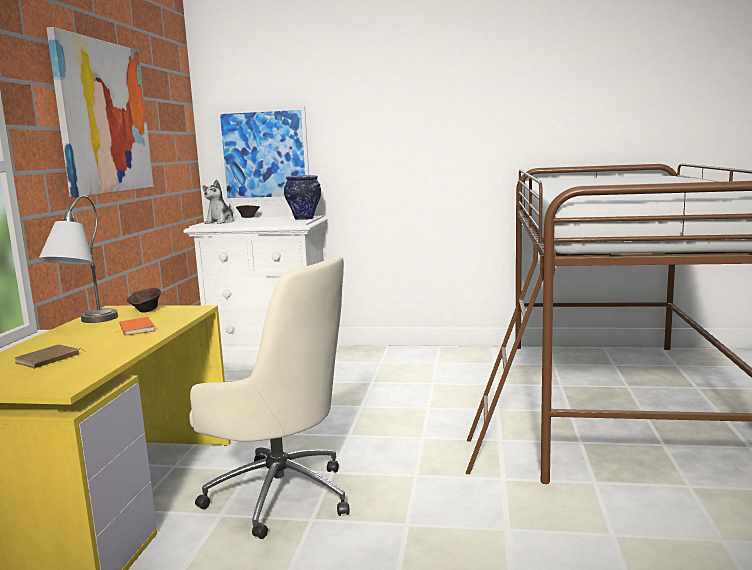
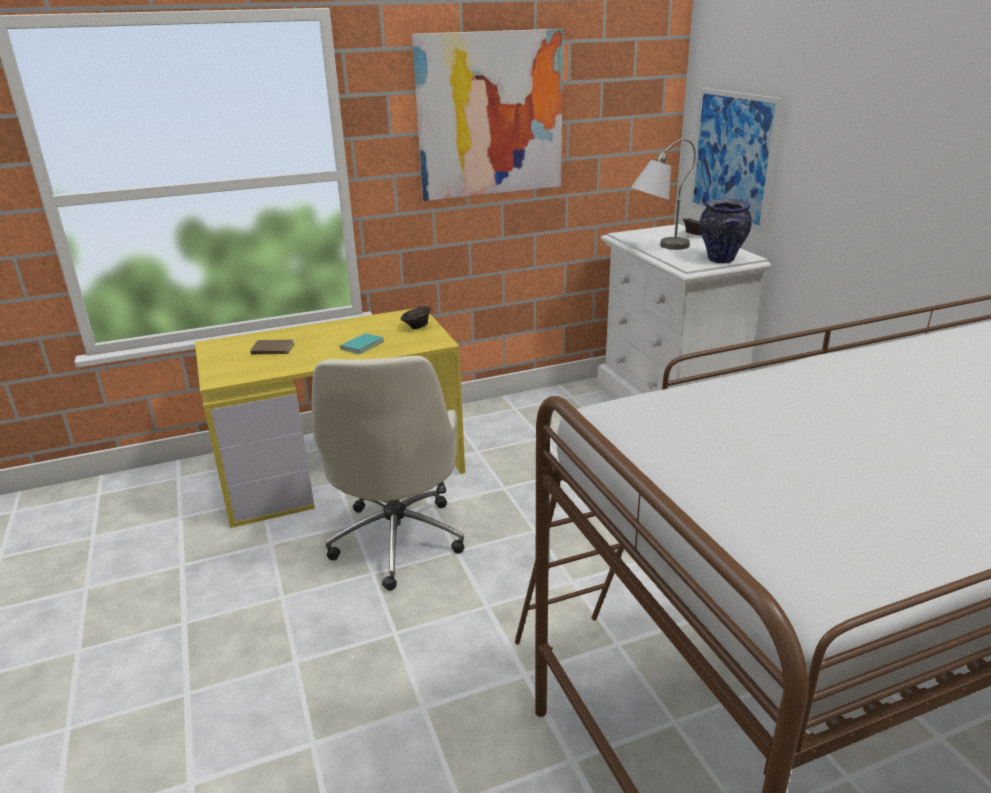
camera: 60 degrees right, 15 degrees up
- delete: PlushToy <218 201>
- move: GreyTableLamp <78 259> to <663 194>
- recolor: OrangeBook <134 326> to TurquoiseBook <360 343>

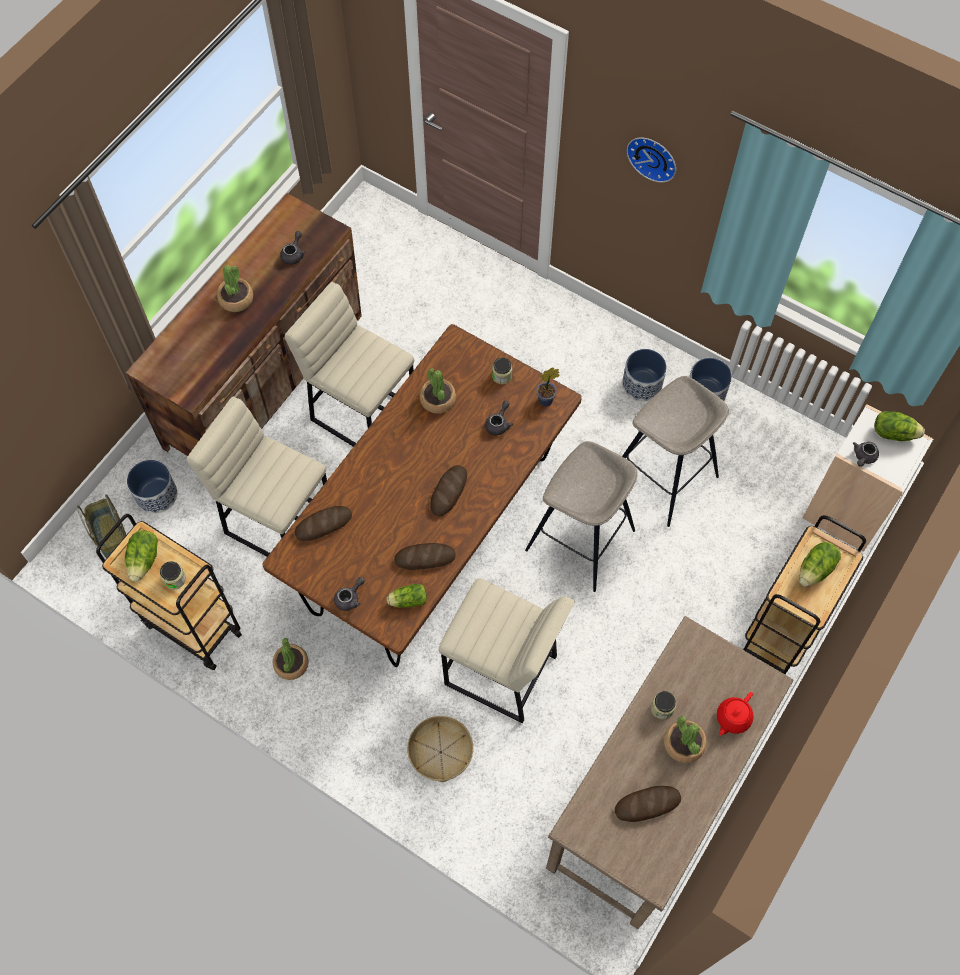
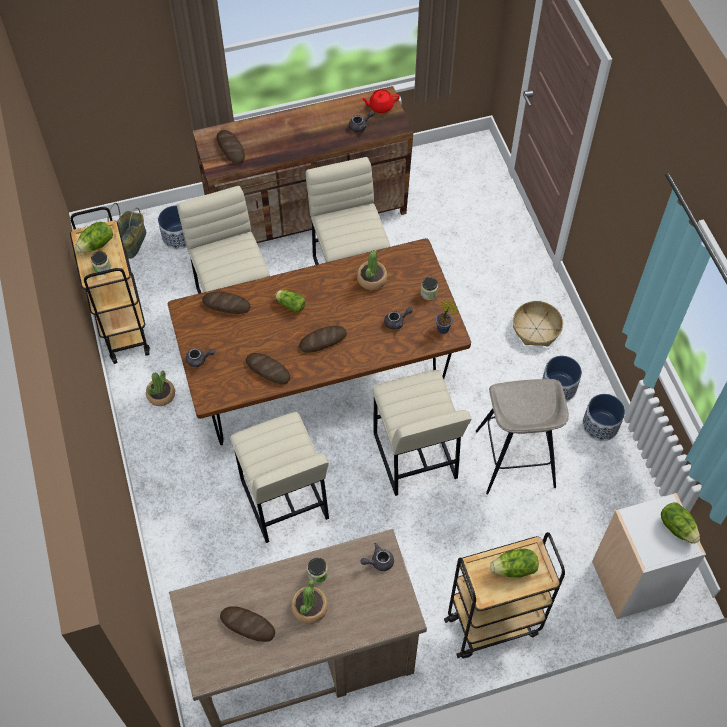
camera: 40 degrees right, 5 degrees down
- delete: PottedPlant <235 288>
- delete: WallClock <651 160>
- insert: Bread <231 147>
- move: Lettuce <407 596> to <290 301>
- move: Basket <440 749> to <538 323>
- move: RedTeapot <735 714> to <380 101>
- move: GreyTeapot <866 454> to <377 557>
- replace: GreyStool <581 516> to BeigeChair <422 433>

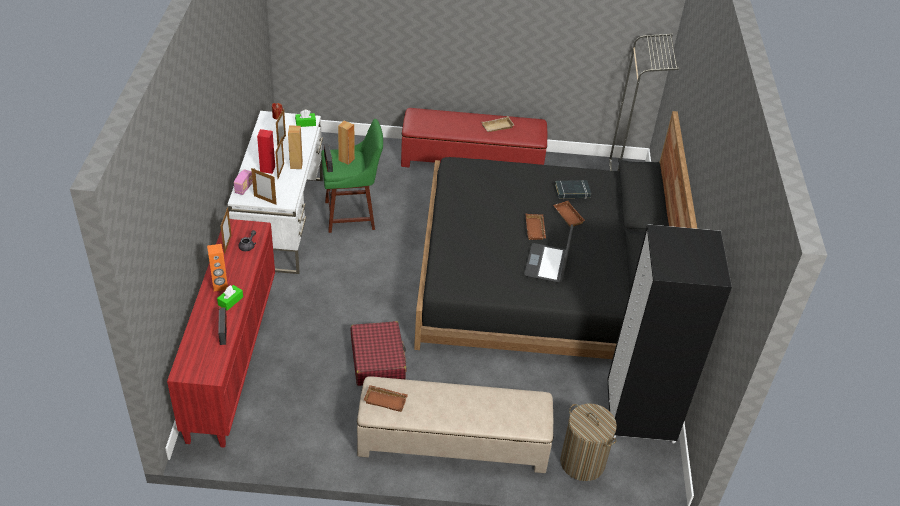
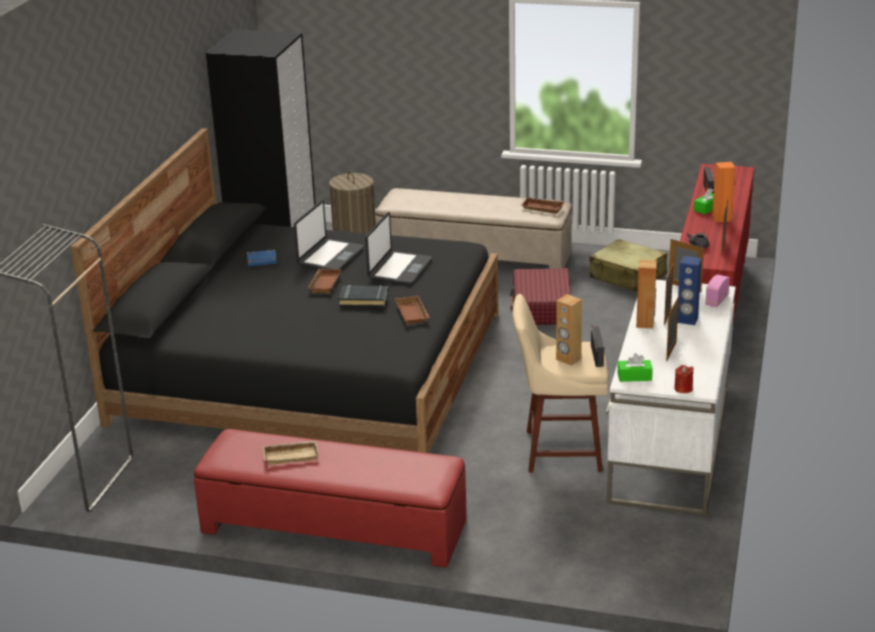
camera: 165 degrees left, 15 degrees down
- insert: BlueBook <262 258>
- insert: Laptop <398 248>
- insert: BeigeSuitcase <628 265>
- move: BrownTray <569 214> to <412 310>
- move: BlackBook <573 189> to <363 296>
- recolor: RedSpeaker <266 151> to BlueSpeaker <689 290>
- recolor: GreenStool <352 176> to BeigeStool <560 383>

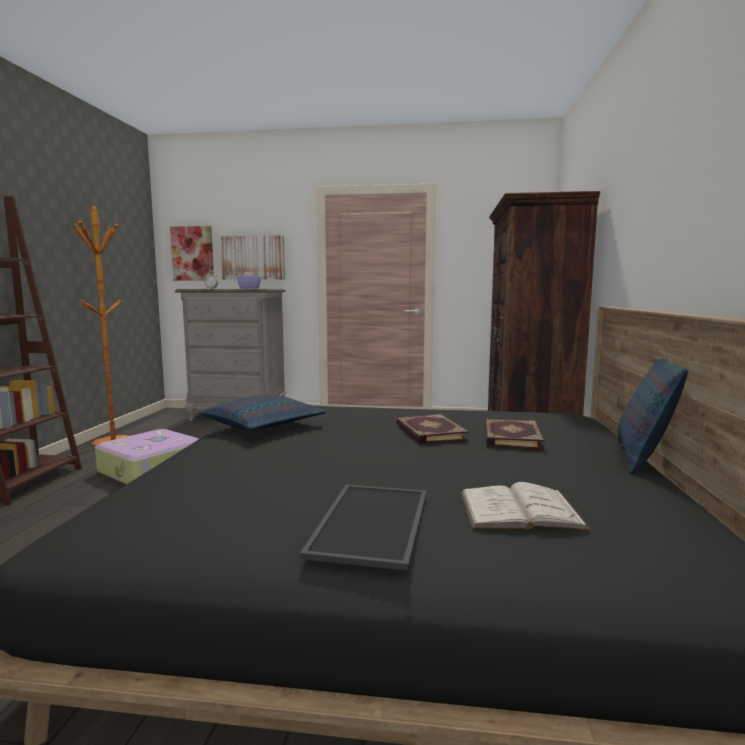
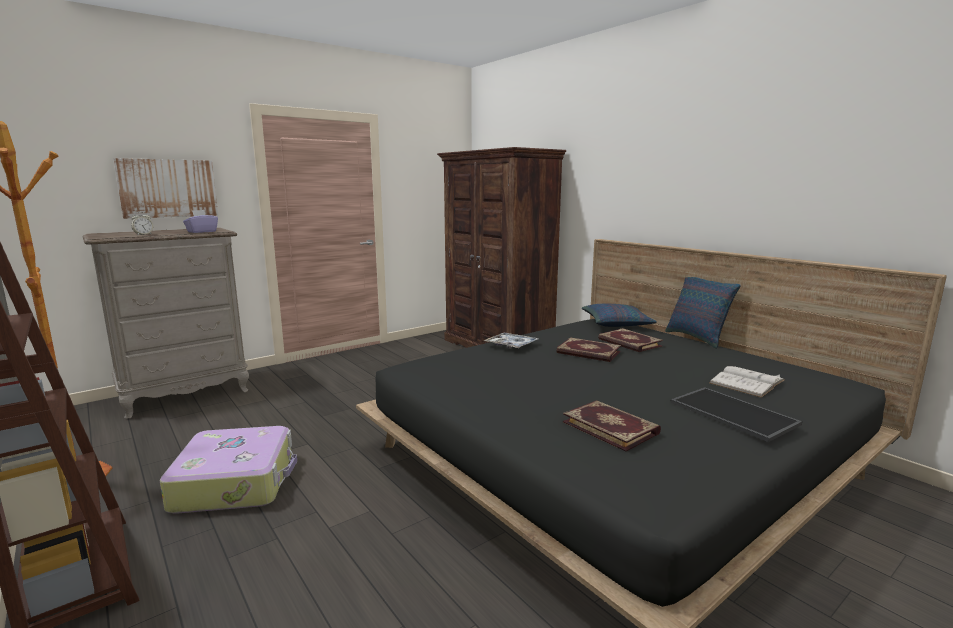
camera: 45 degrees left, 5 degrees up
- delete: Picture <192 253>
- insert: Tray <510 341>
- insert: Book <612 426>
- move: BluePillow <263 412> to <619 315>

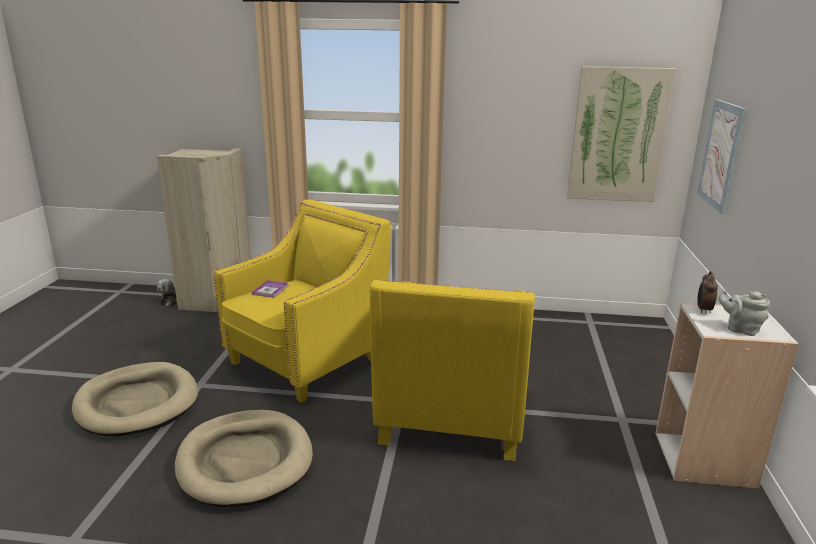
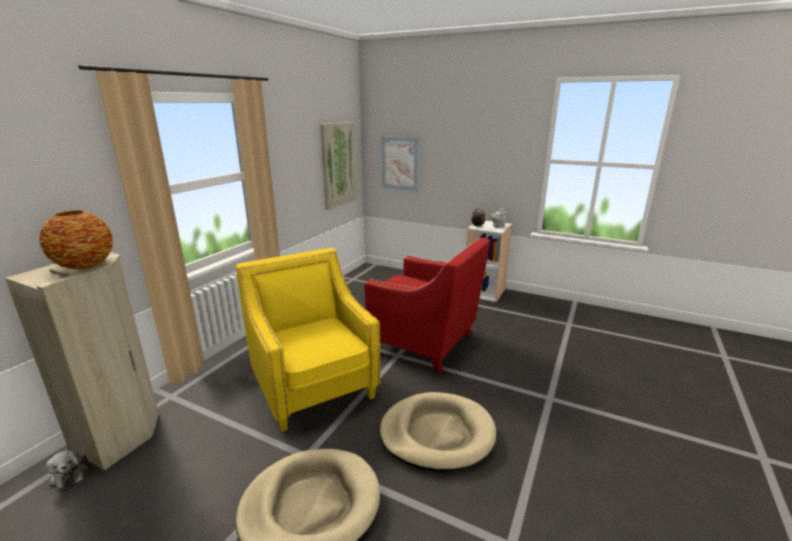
camera: 70 degrees left, 0 degrees up
- delete: Book <270 289>
- insert: Vase <76 240>
- recolor: YellowArmchair <452 370> to RedArmchair <427 305>

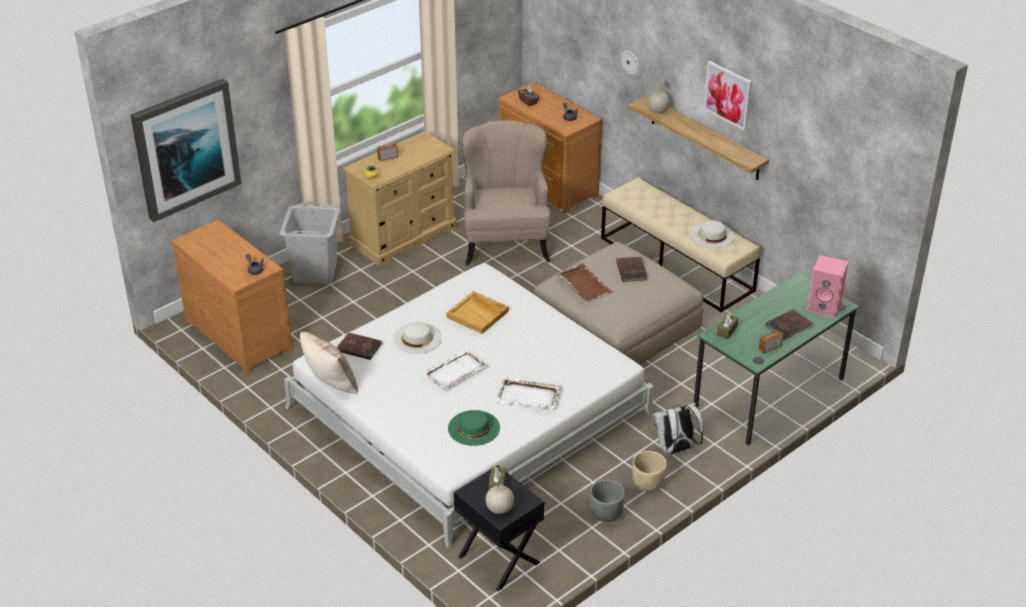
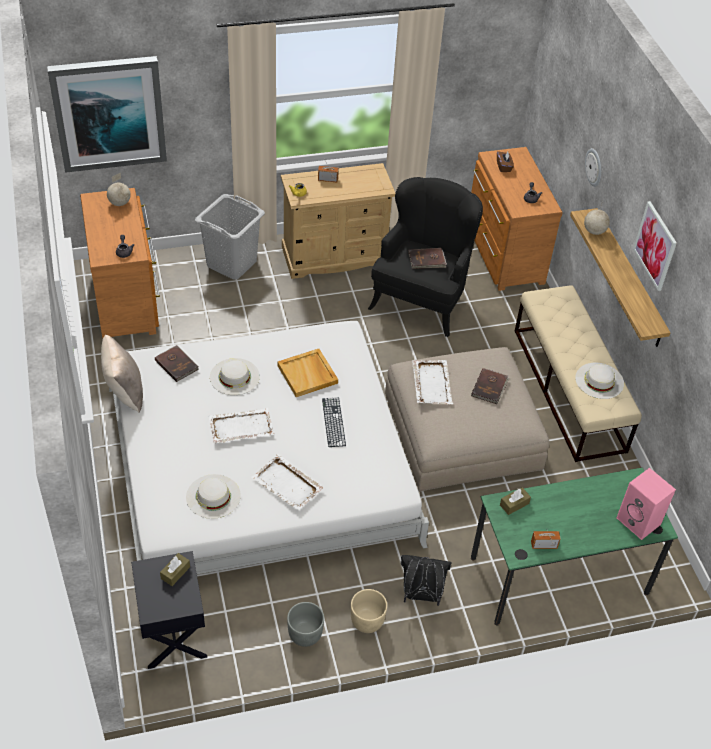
camera: 25 degrees right, 10 degrees up
- insert: Keyboard <334 422>
- move: Globe <499 494> to <119 189>
- move: BrownBook <789 324> to <427 258>
- recolor: GreenHat <474 428> to WhiteHat <213 496>
- recolor: BeigeArmchair <505 193> to BlackArmchair <425 257>
- recolor: BrownTray <584 282> to WhiteTray <432 382>
- recolor: WhiteBackpack <678 429> to BlackBackpack <426 580>

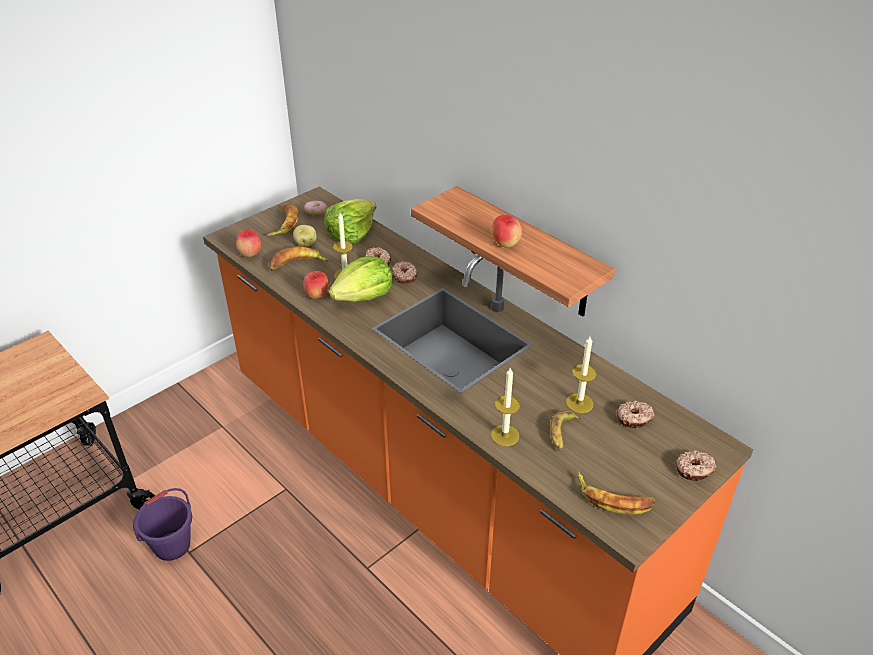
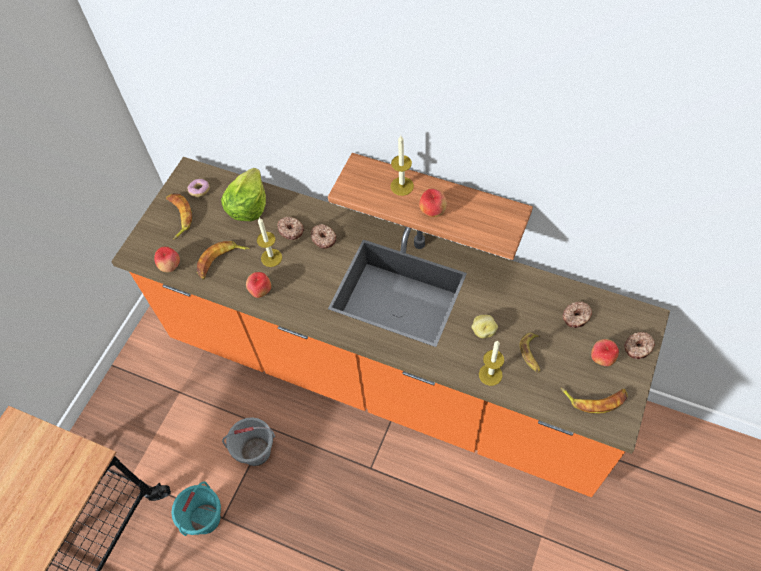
camera: 20 degrees left, 20 degrees up
- delete: Lettuce <361 279>
- insert: GreyBucket <248 441>
- insert: Apple <605 352>
- move: Potato <305 236> to <485 326>
- move: Candle <581 374> to <402 165>
- recolor: PurpleBucket <162 524> to TurquoiseBucket <196 508>

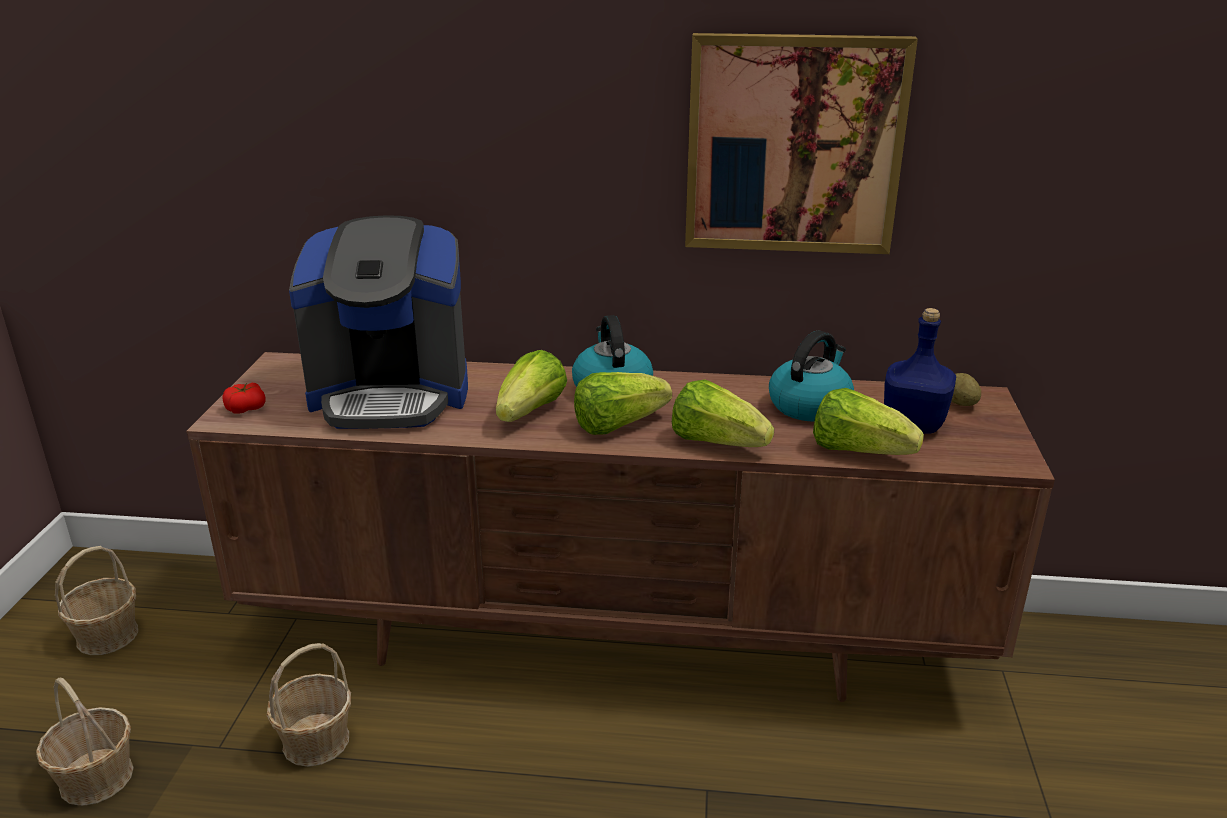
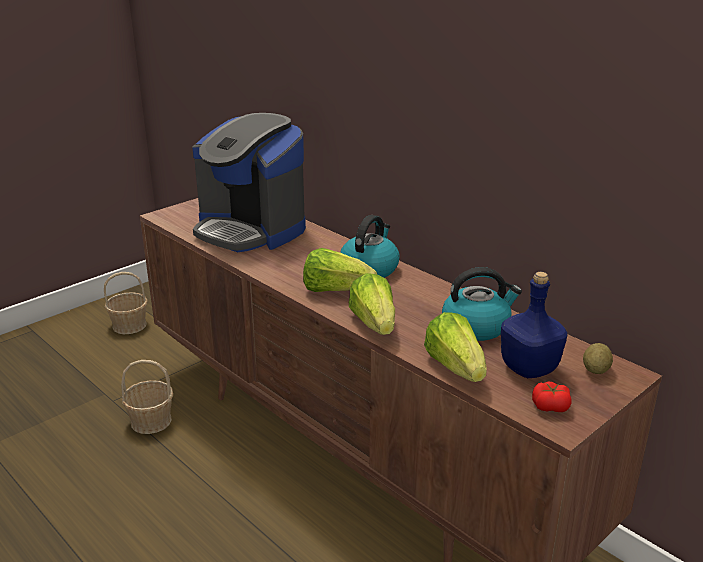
camera: 40 degrees right, 0 degrees up
- delete: Basket <85 742>
- delete: Lettuce <531 386>
- delete: Picture <801 143>
- move: Tomato <244 398> to <551 397>

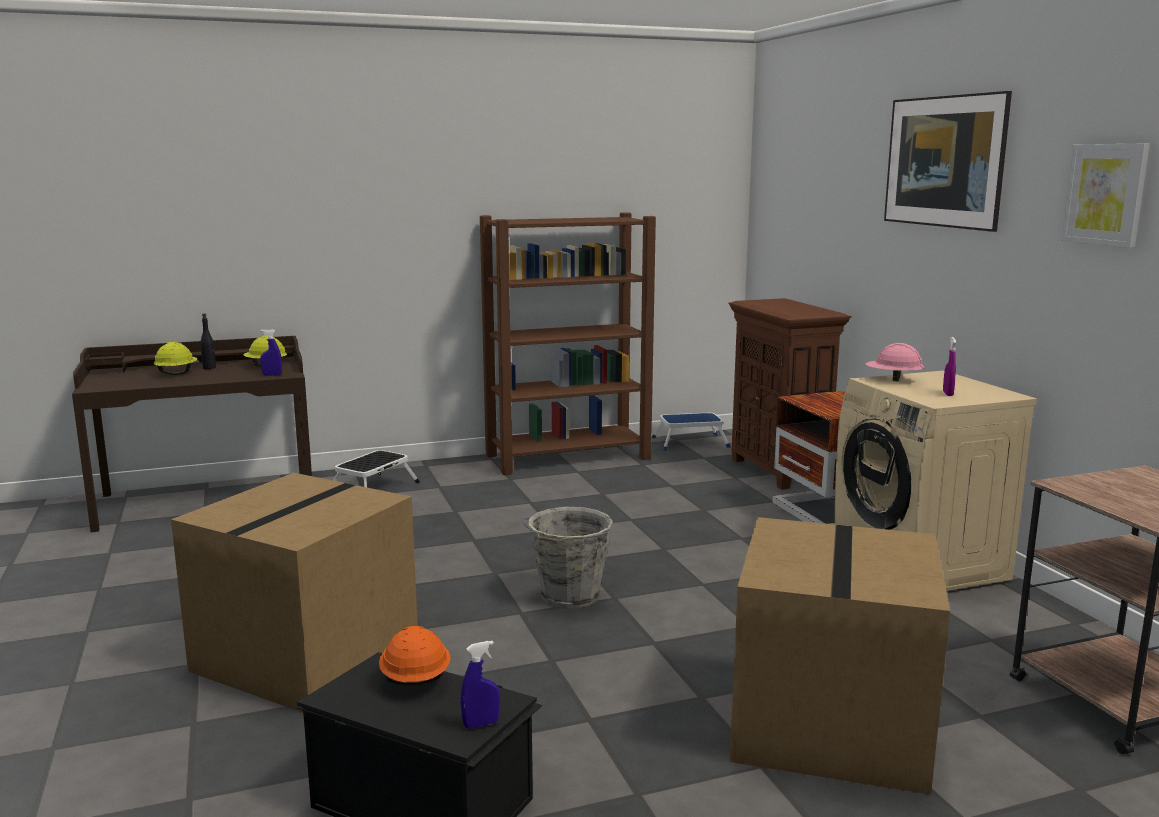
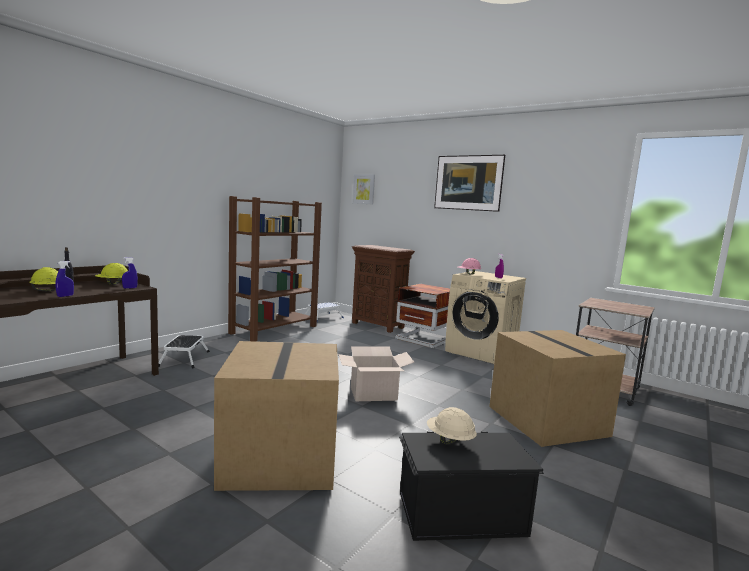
camera: 35 degrees left, 5 degrees down
- move: BlueSprayBottle <480 685> to <65 279>
- move: Picture <1105 196> to <363 189>
- replace: GreyBucket <568 558> to CardboardBox <376 374>
- recolor: OrangeHardHat <415 655> to BeigeHardHat <452 426>

